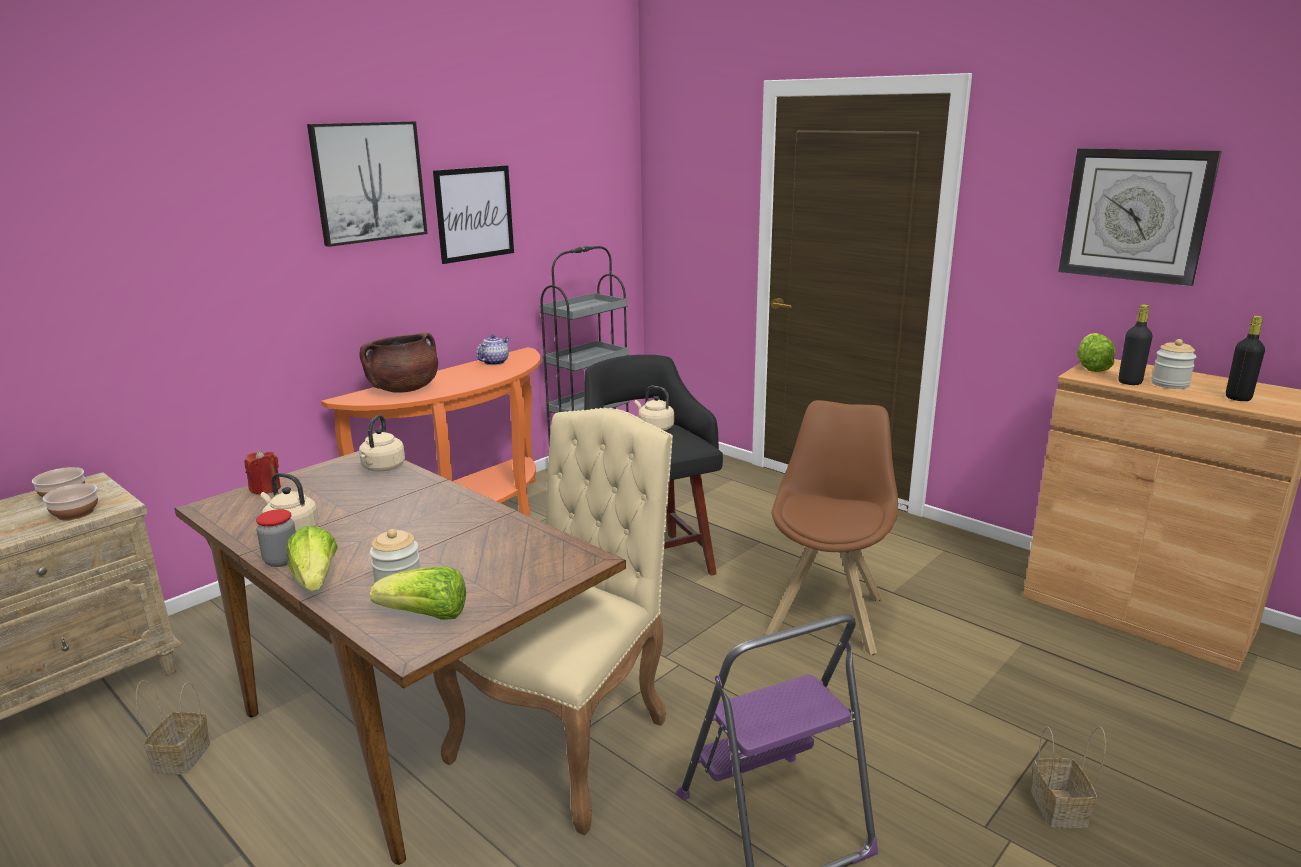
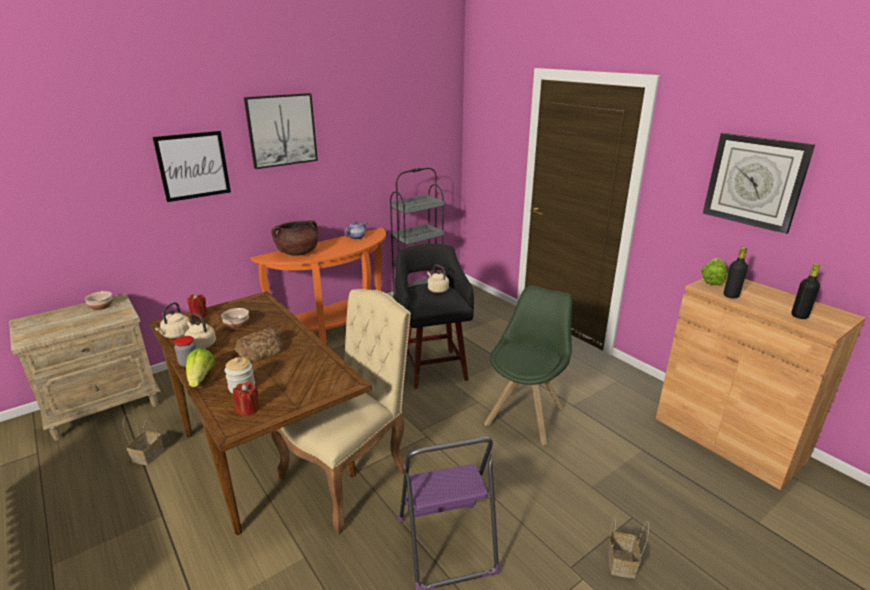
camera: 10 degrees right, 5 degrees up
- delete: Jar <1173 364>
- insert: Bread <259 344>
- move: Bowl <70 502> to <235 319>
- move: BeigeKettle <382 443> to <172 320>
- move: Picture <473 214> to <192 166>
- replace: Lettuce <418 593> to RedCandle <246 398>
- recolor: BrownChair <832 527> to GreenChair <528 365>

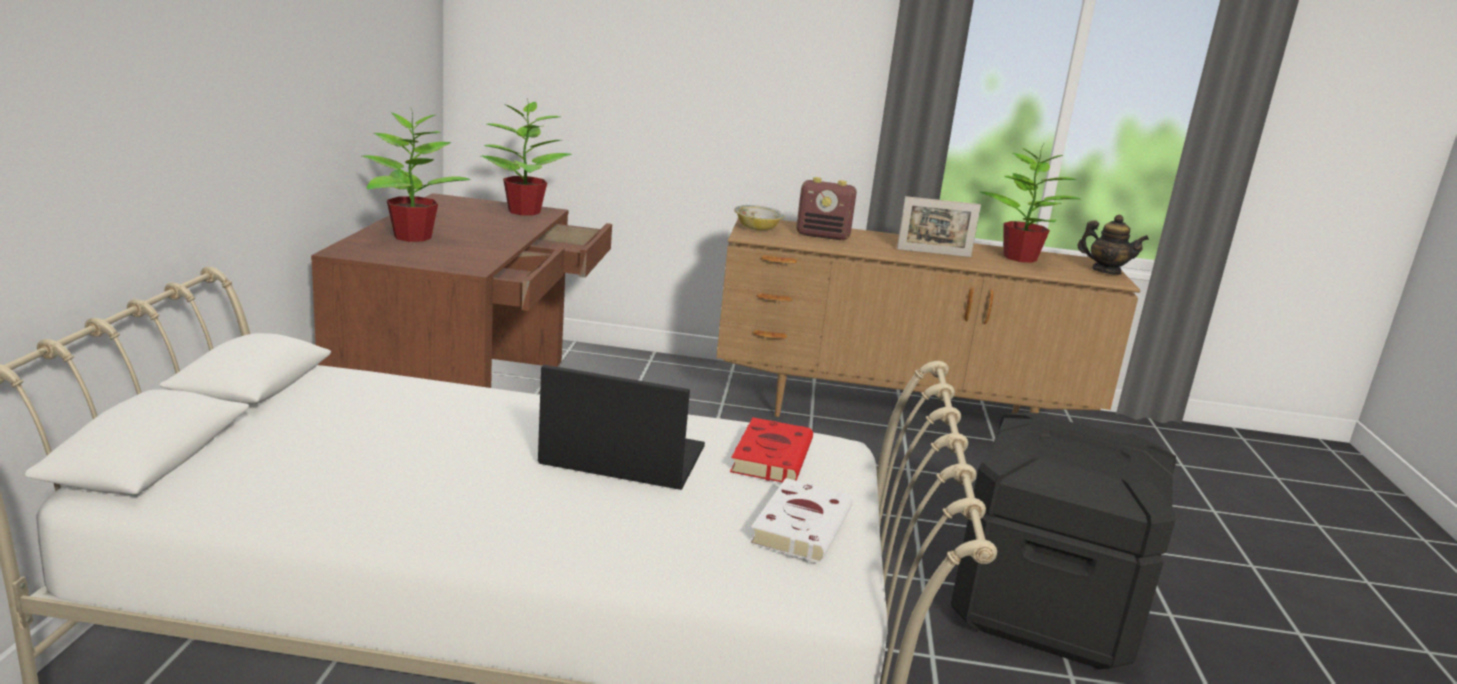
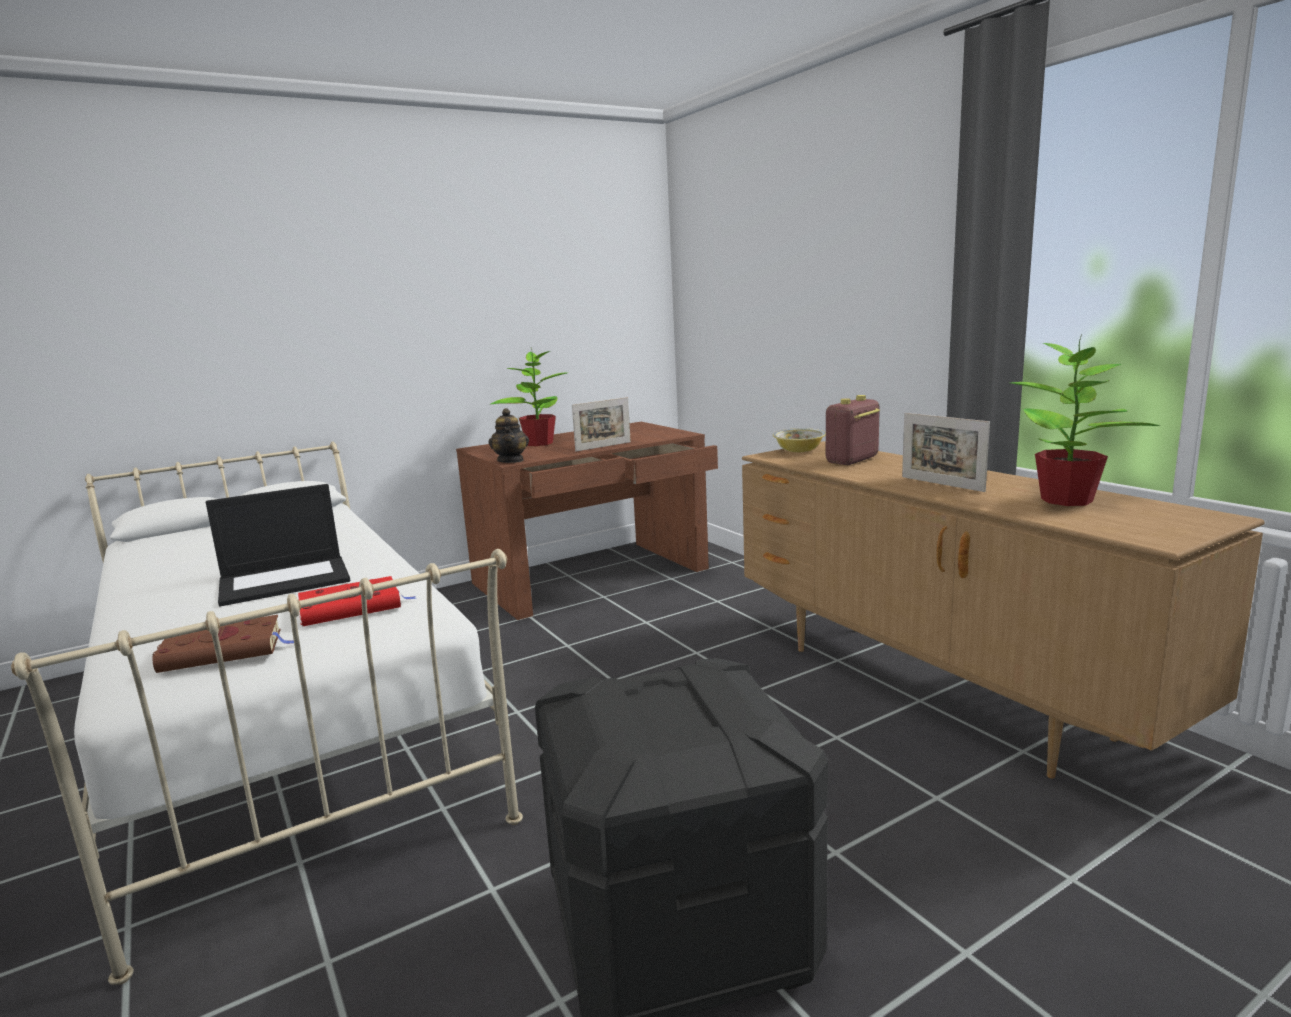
camera: 55 degrees right, 5 degrees down
- delete: PottedPlant <526 157>
- insert: PictureFrame <601 424>
- move: Teapot <1113 245> to <509 435>
- recolor: WhiteBook <801 520> to BrownBook <223 644>
- rotate: Laptop <621 427> = <278 545> 90 degrees clockwise
- rotate: Radio <826 208> = <853 430> 75 degrees clockwise

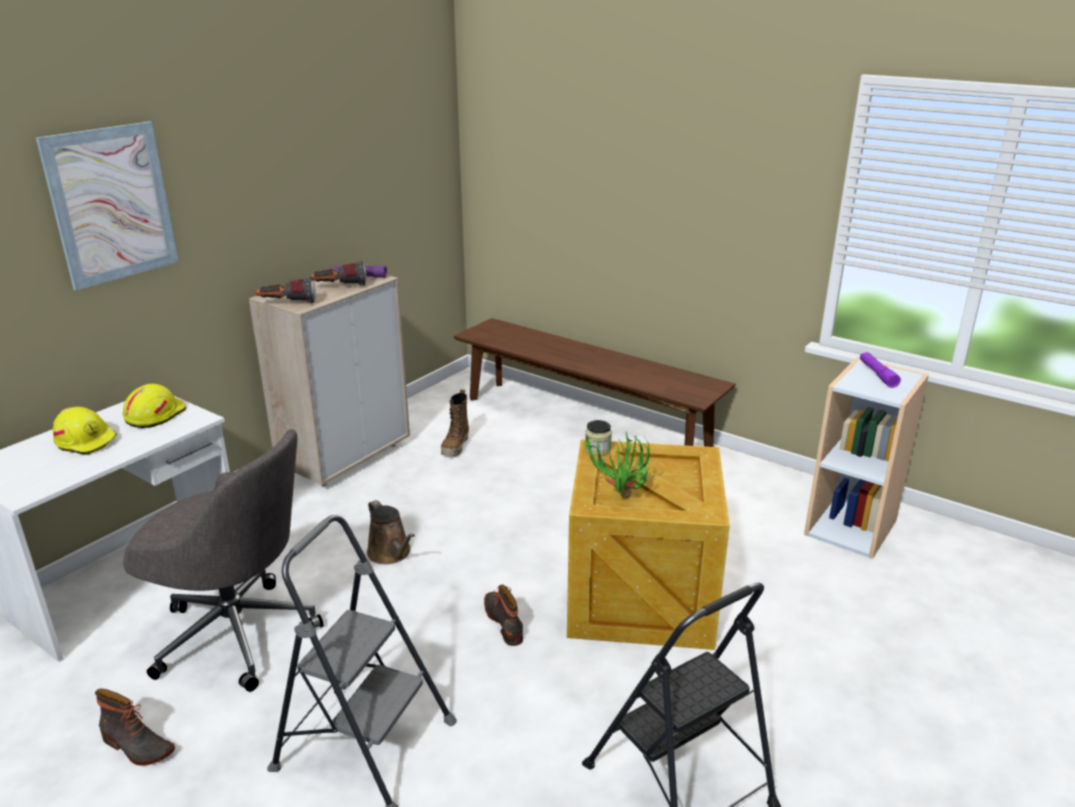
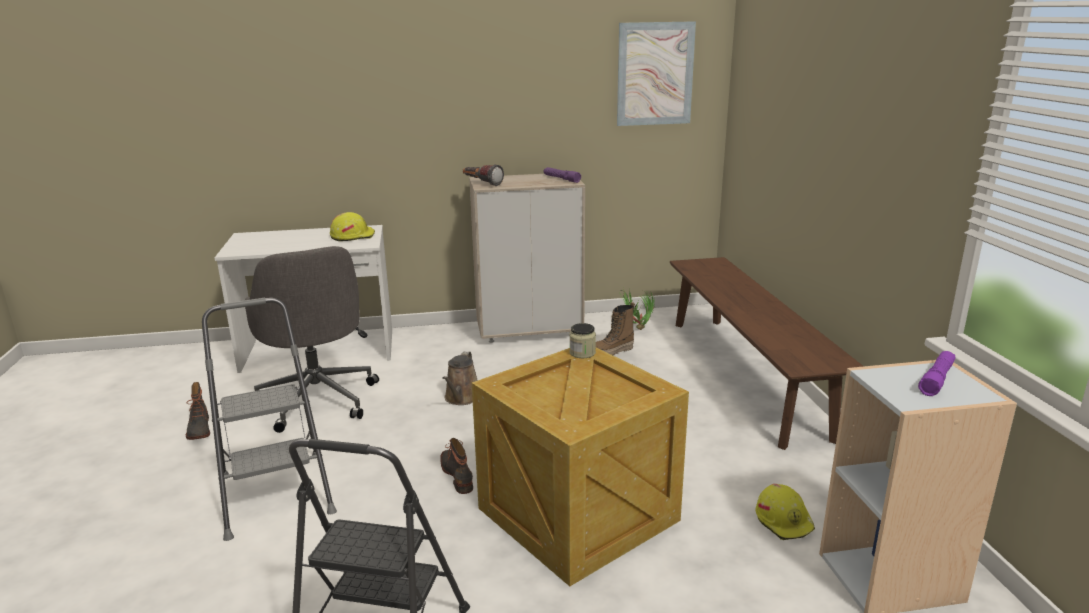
camera: 45 degrees right, 5 degrees down
- delete: Flashlight <338 273>
- move: Picture <107 205> to <656 73>
- move: YellowHardHat <85 431> to <785 512>
- move: PottedPlant <619 465> to <637 309>
- rotate: Boot <503 615> = <456 466> 45 degrees counterclockwise

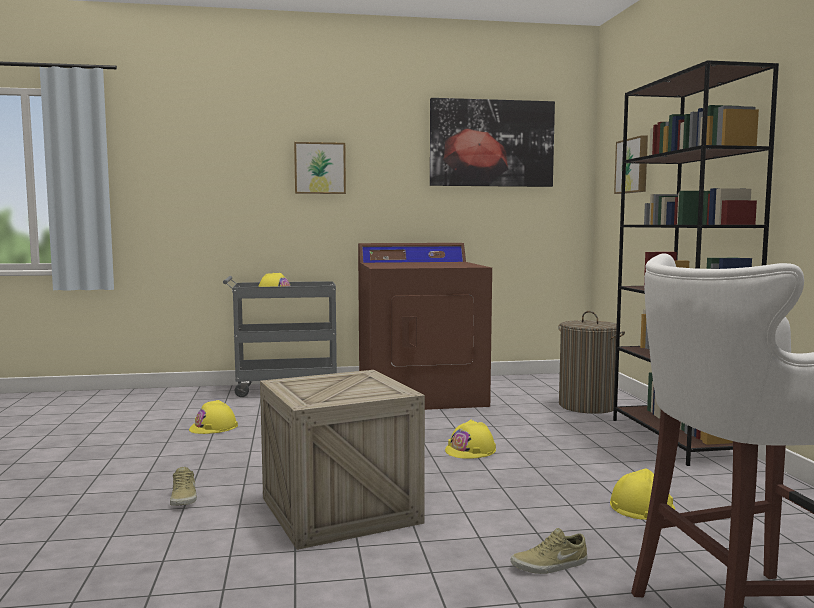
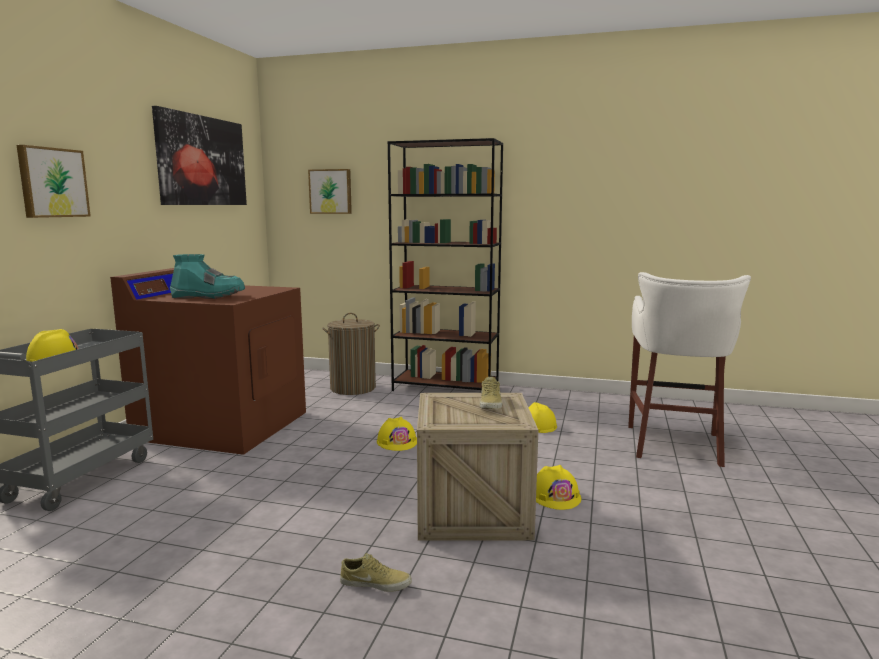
camera: 65 degrees left, 5 degrees up
- insert: TurquoiseBoot <207 276>
- move: YellowHardHat <213 417> to <558 487>
- move: BeigeShoe <549 551> to <491 393>

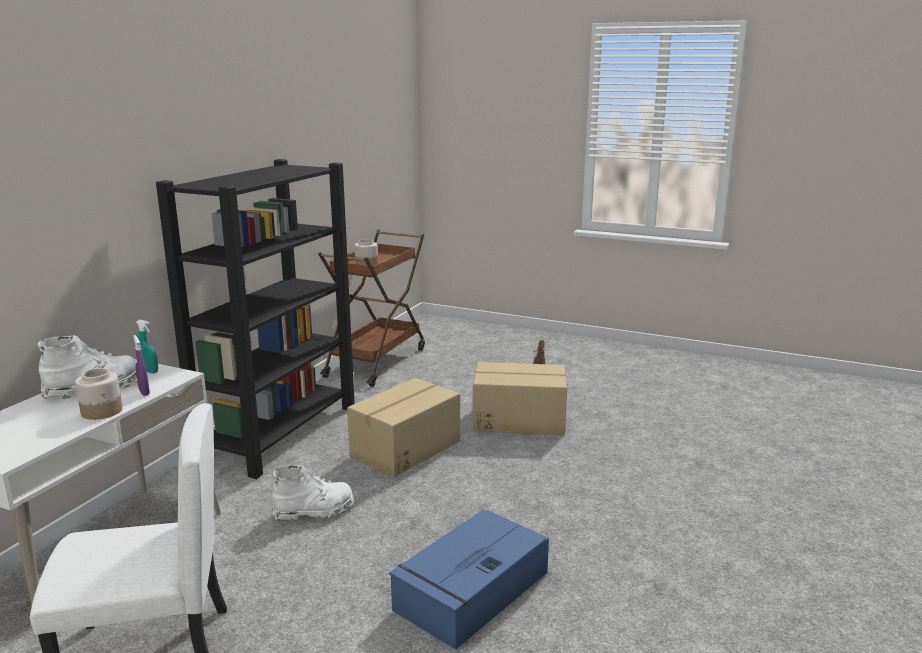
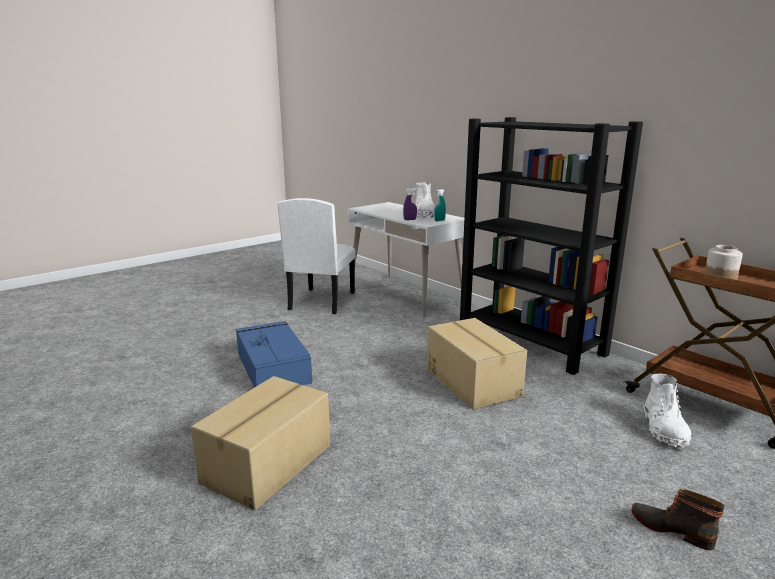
camera: 115 degrees right, 0 degrees up
- delete: Jar <98 394>
- move: WhiteBoot <313 493> to <667 411>
- move: CardboardBox <519 398> to <260 443>

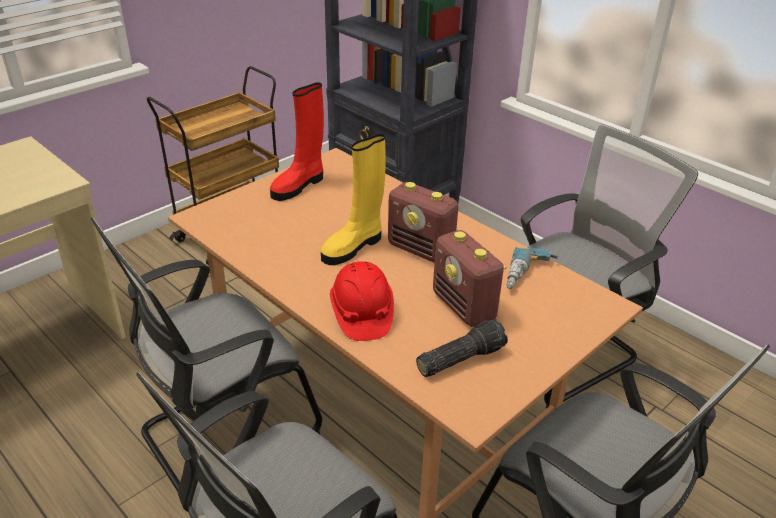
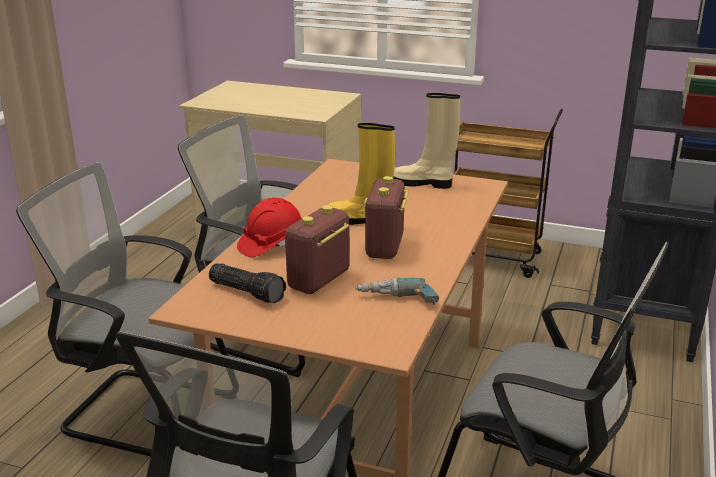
camera: 65 degrees right, 10 degrees down
- recolor: RedBoot <297 141> to BeigeBoot <427 141>

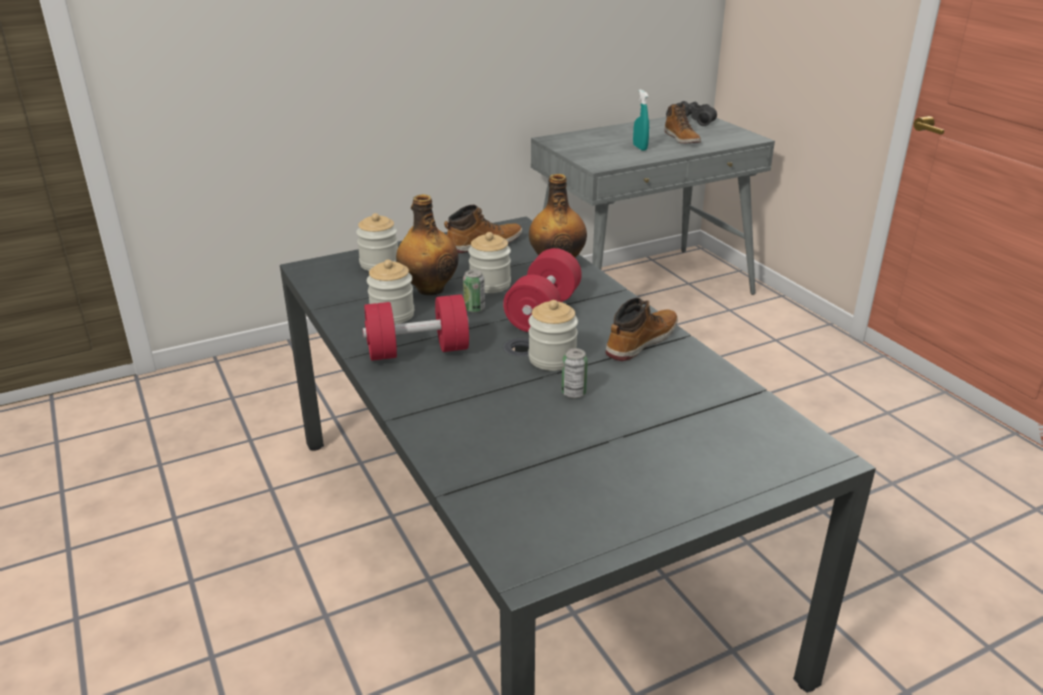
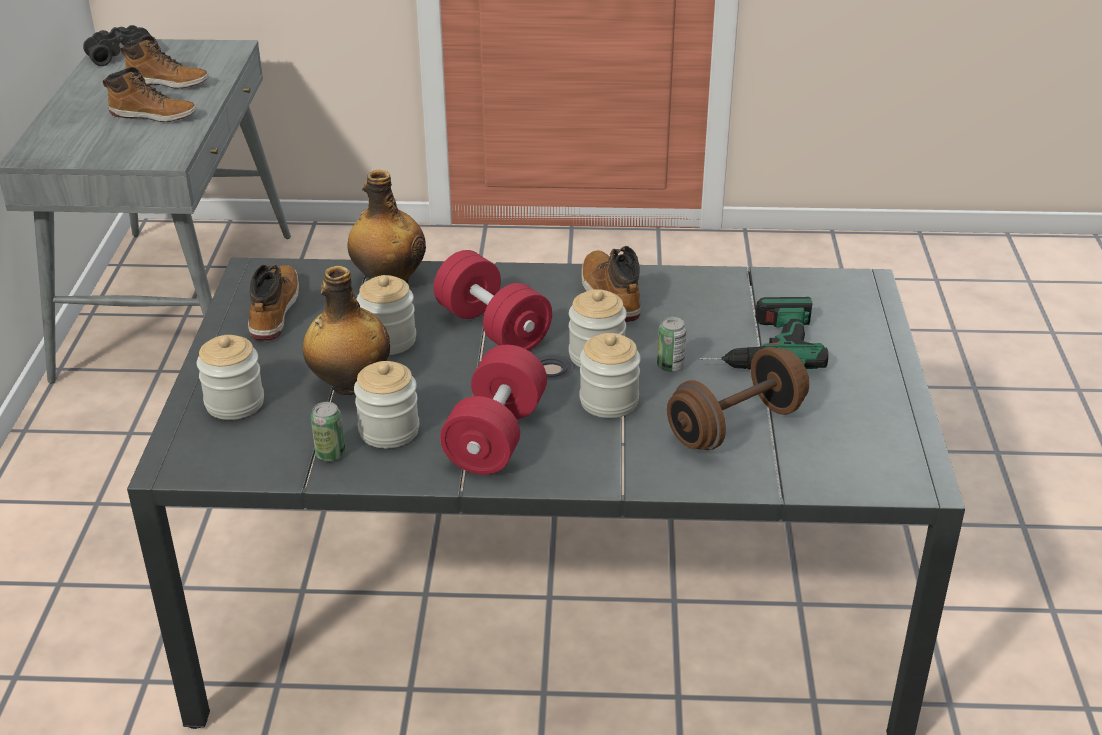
camera: 60 degrees left, 5 degrees up
- insert: Jar <610 375>
- insert: BrownDumbbell <738 398>
- insert: PowerDrill <763 333>
- move: Can <474 291> to <328 431>
- replace: TurquoiseSprayBottle <641 120> to Boot <150 94>

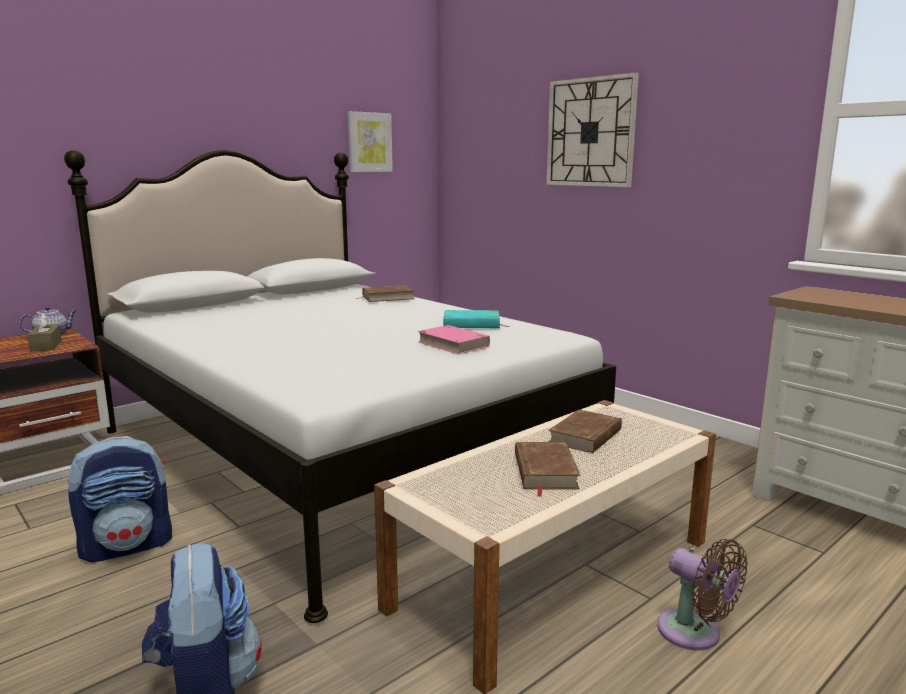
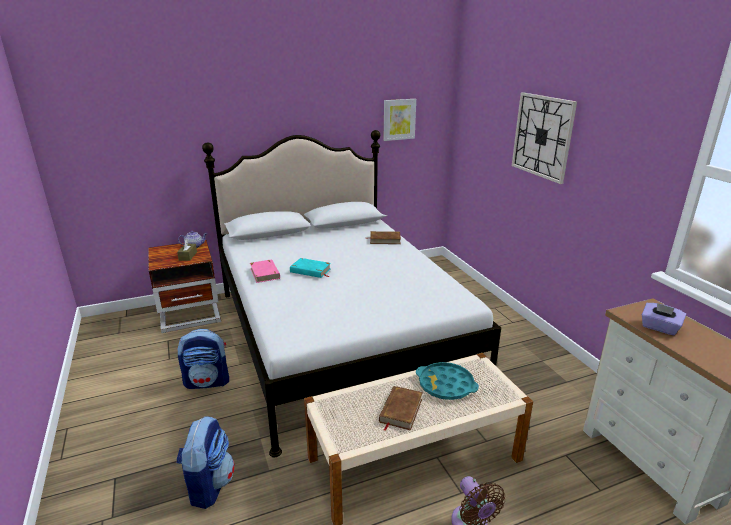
camera: 20 degrees right, 10 degrees up
- insert: PurpleTissueBox <664 319>
- move: PinkBook <454 339> to <265 271>
- move: TurquoiseBook <476 319> to <310 268>
- replace: BrownBook <585 431> to TurquoiseTray <447 381>

